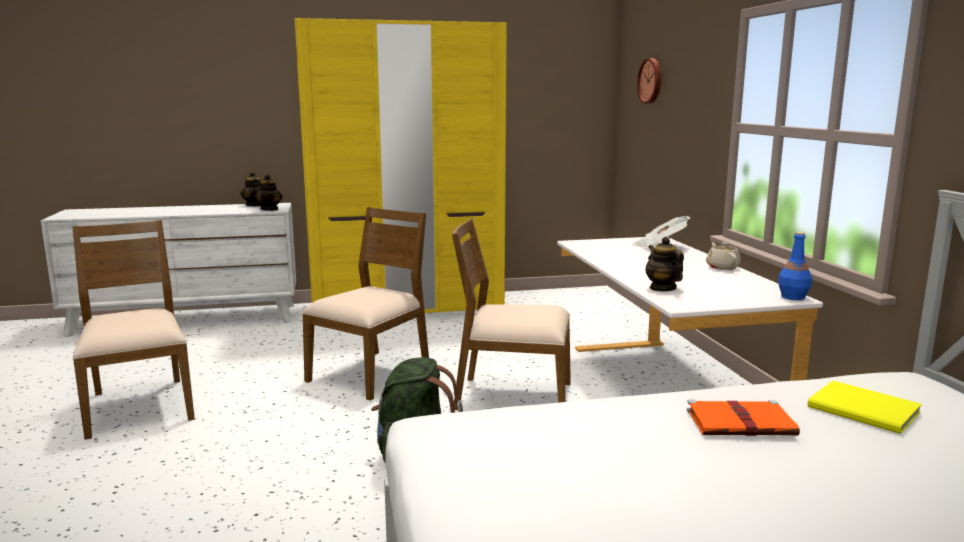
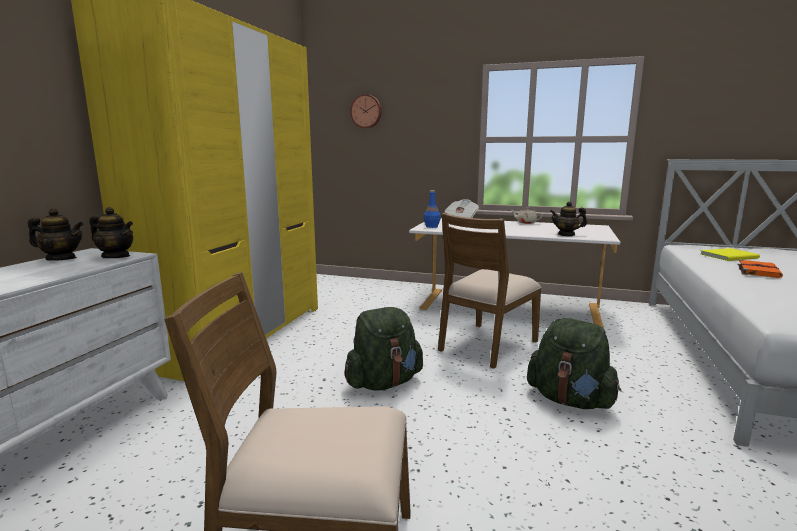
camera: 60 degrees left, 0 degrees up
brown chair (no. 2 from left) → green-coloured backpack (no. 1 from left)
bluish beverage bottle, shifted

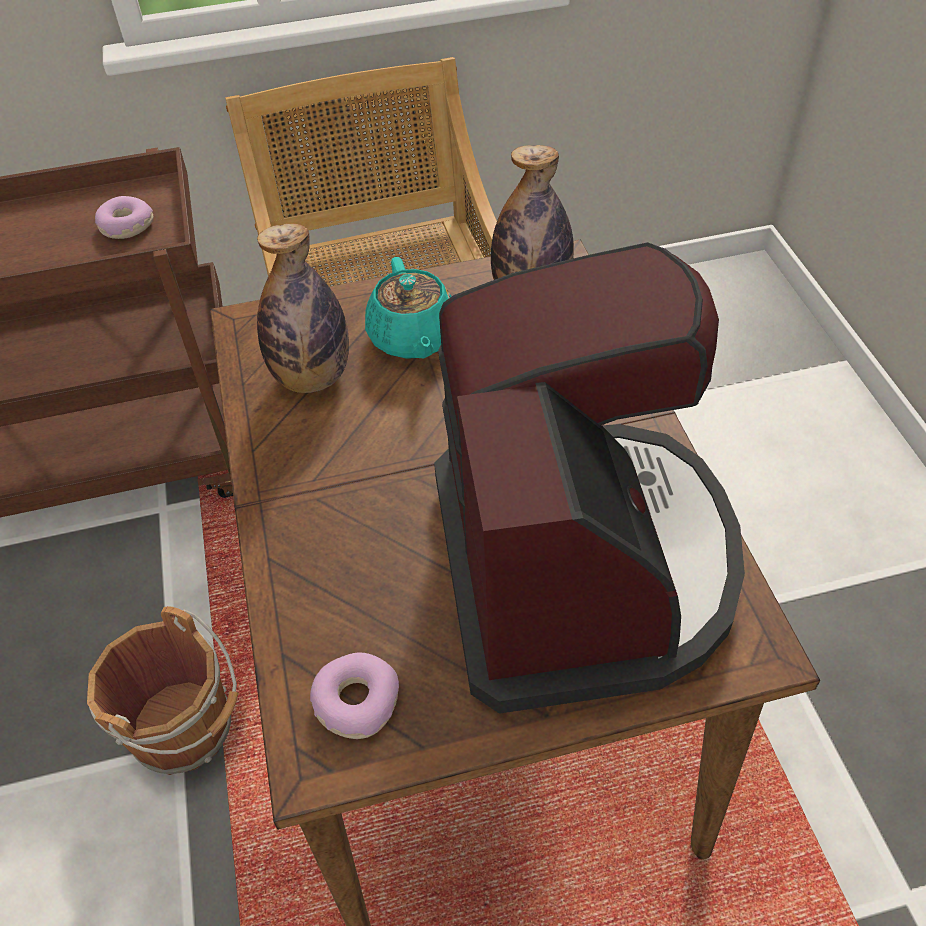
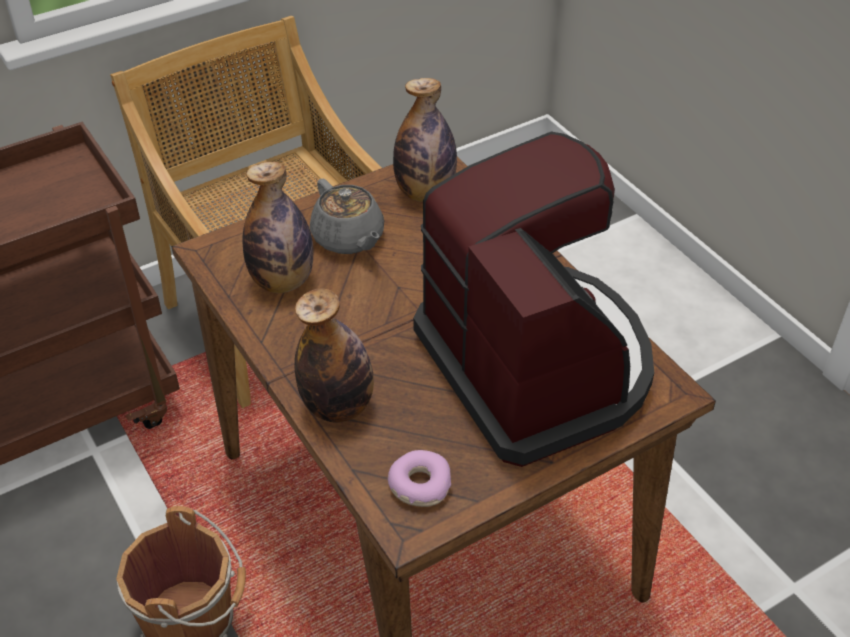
camera: 20 degrees left, 5 degrees down
- → beverage bottle (no. 2 from left)
blue-green tea pot → greyish tea pot
donut (no. 1 from left) → -

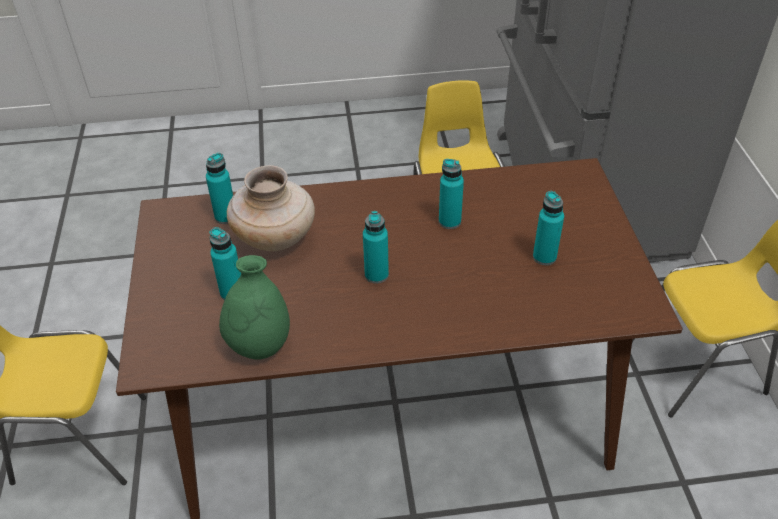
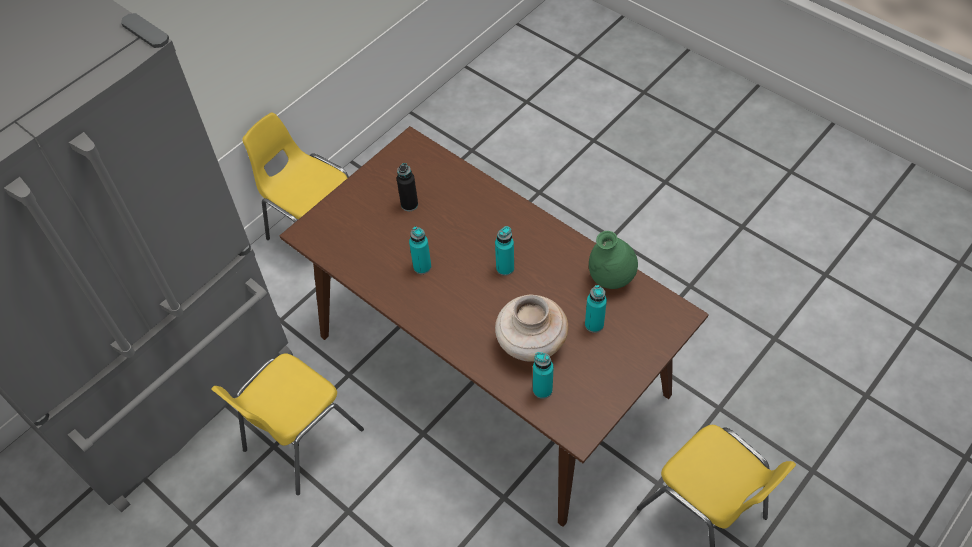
camera: 130 degrees left, 10 degrees up
blue-green beverage bottle (no. 5 from left) → black beverage bottle

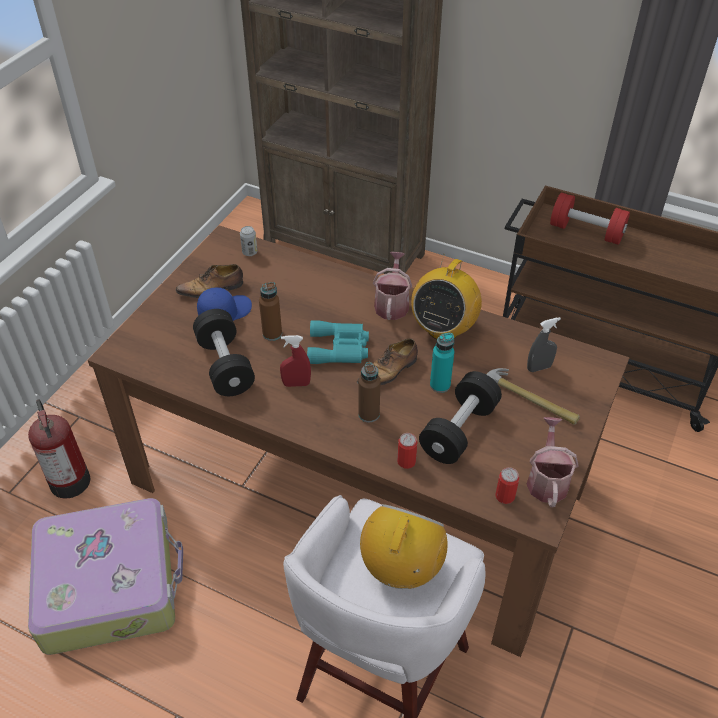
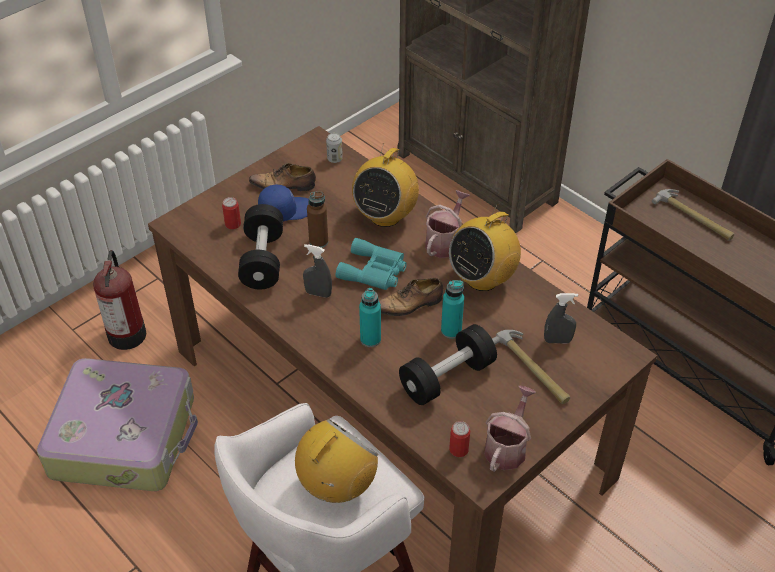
camera: 20 degrees right, 0 degrees up
metal can (no. 2 from left in the first image) → metal can (no. 1 from left), shifted
red sprayer → greyish sprayer (no. 1 from left)
- → radio set (no. 2 from left)
brown beverage bottle (no. 2 from left) → blue-green beverage bottle (no. 1 from left)
red hand weight → hand hammer (no. 2 from left)

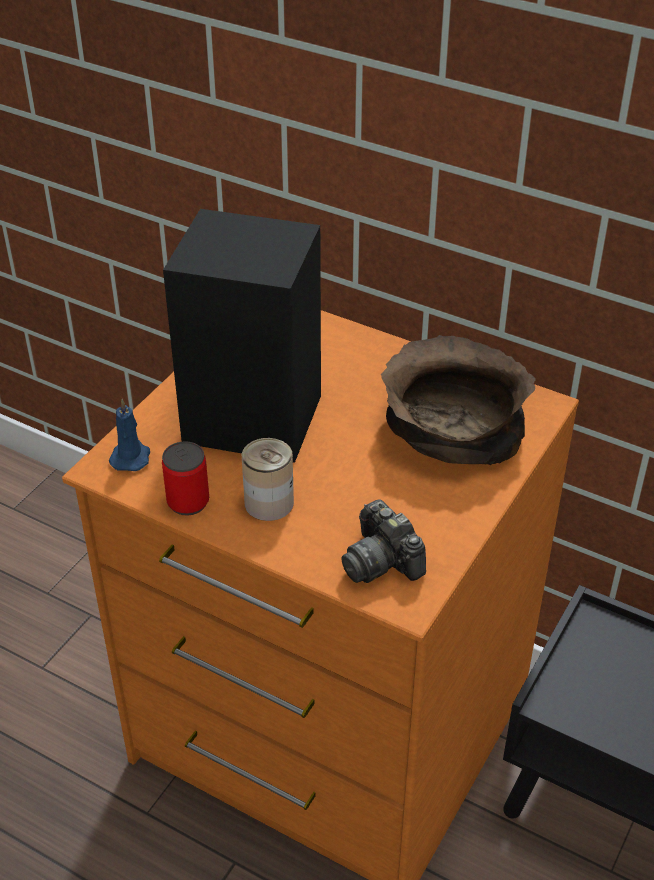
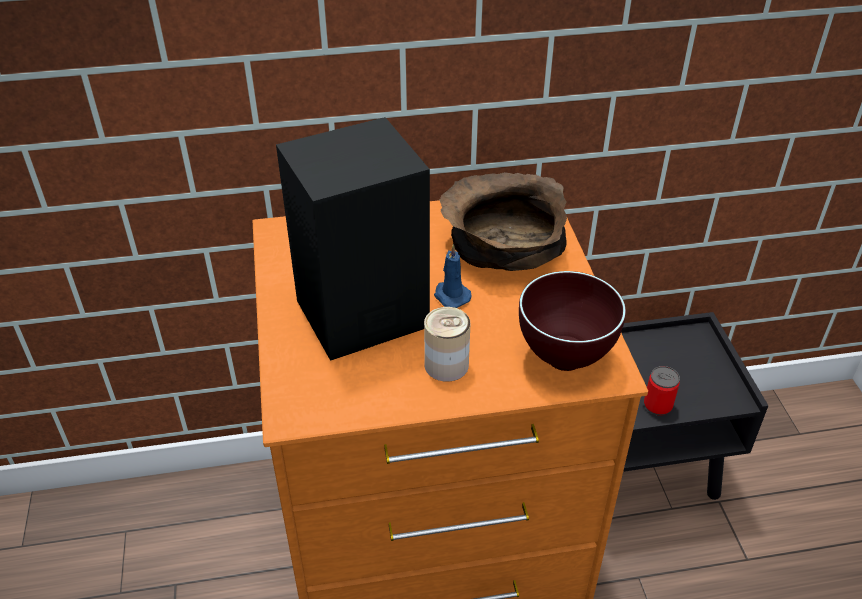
camera: 40 degrees left, 0 degrees up
bluish wax candle, shifted
photo camera → brown deep dish (no. 2 from left)
metal can (no. 1 from left in the first image) → metal can (no. 2 from left), shifted

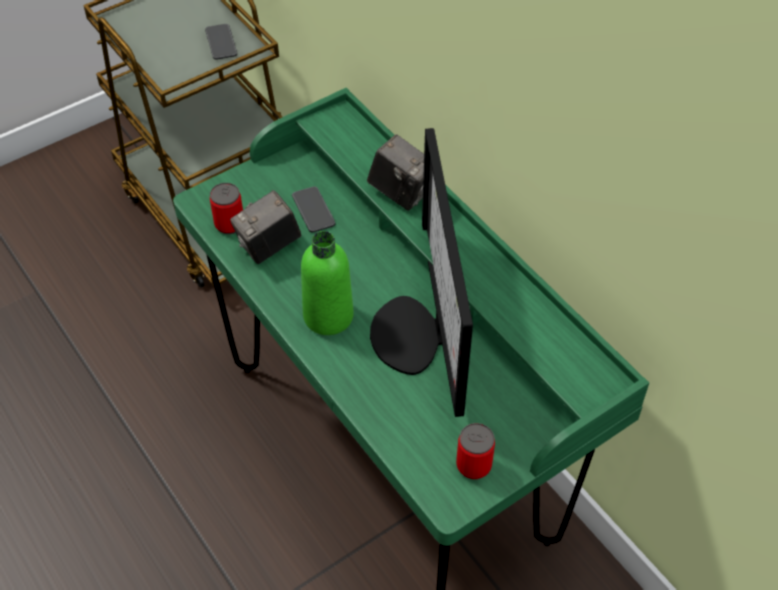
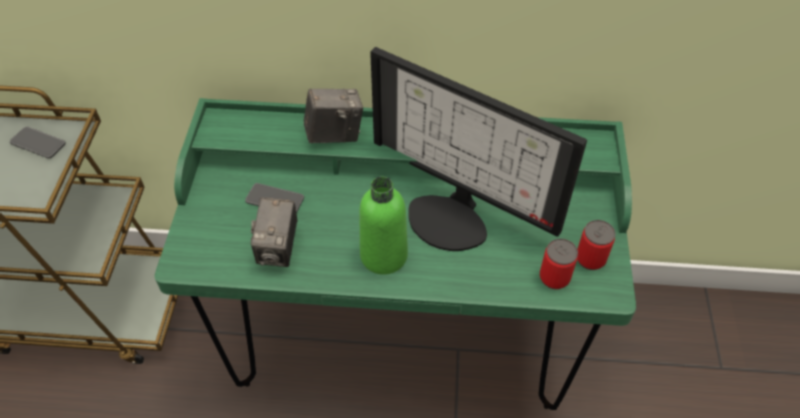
camera: 50 degrees left, 0 degrees up
metal can (no. 1 from left), shifted

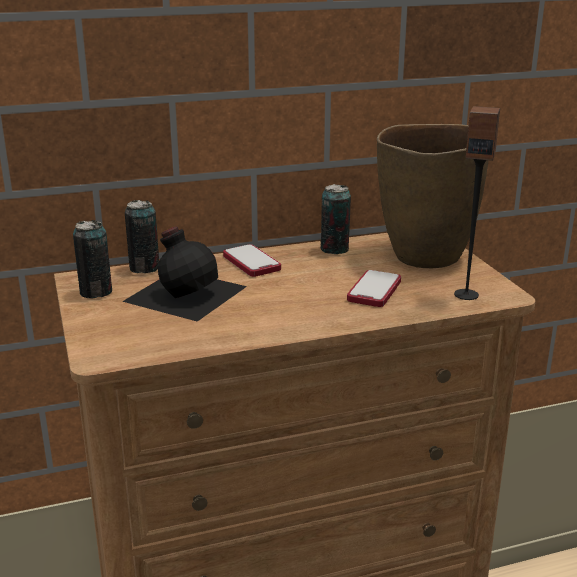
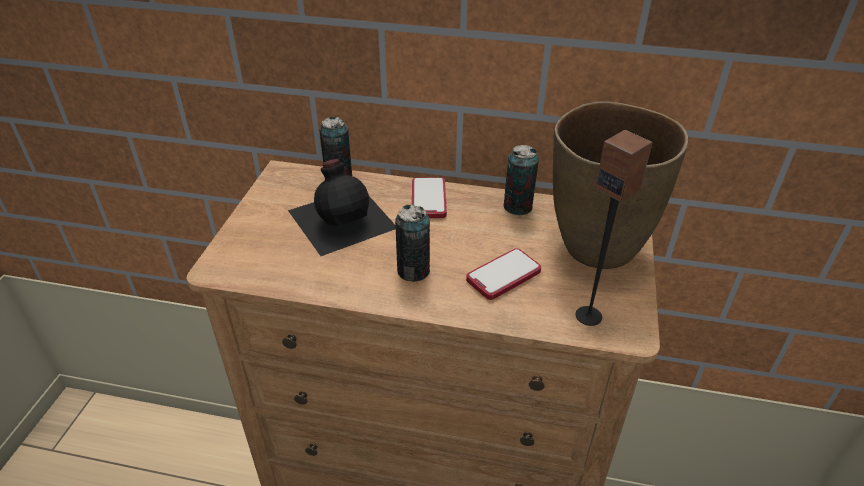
camera: 30 degrees right, 15 degrees up
metal can (no. 1 from left in the first image) → metal can (no. 2 from left), shifted

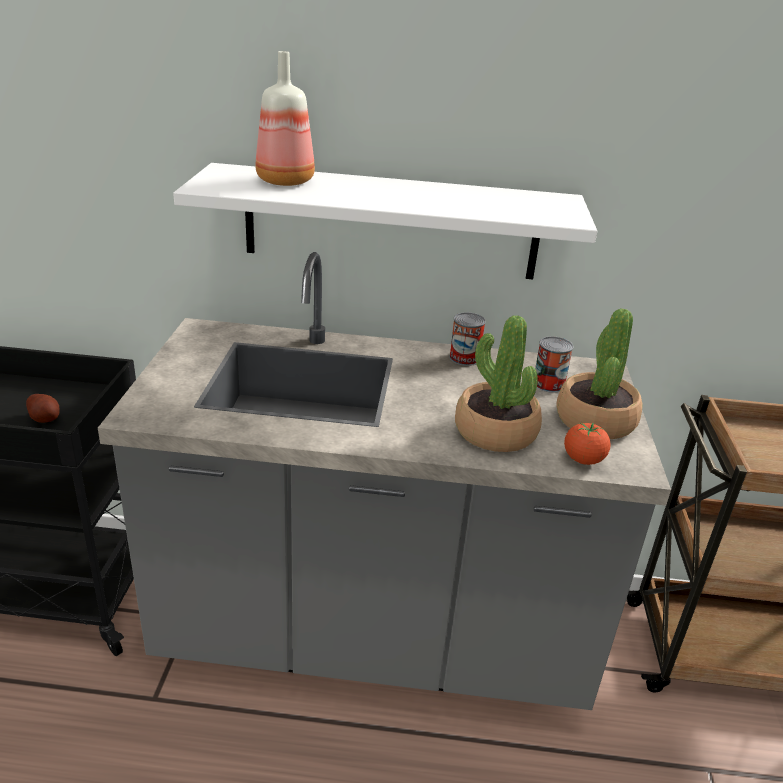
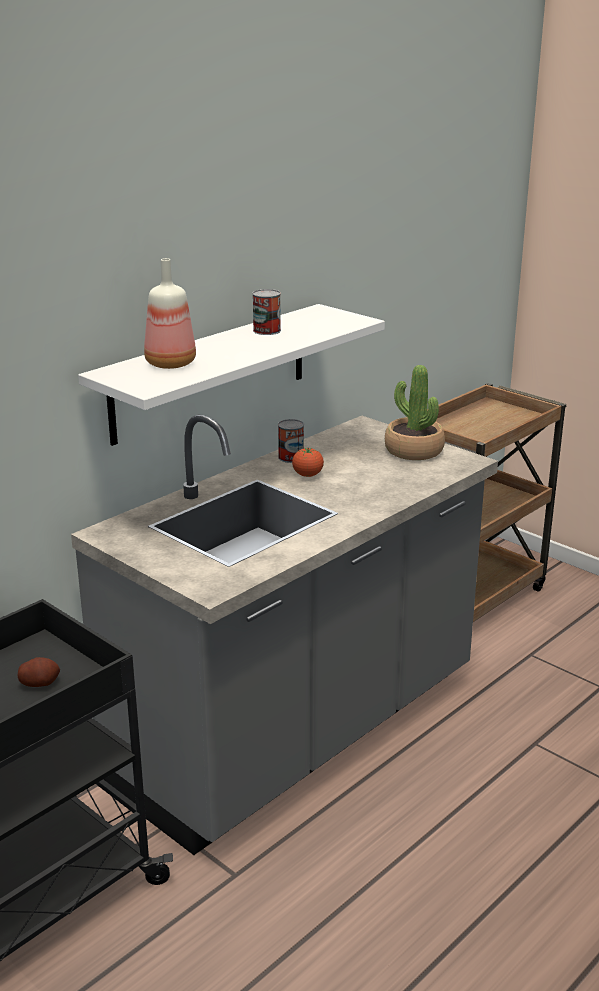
camera: 50 degrees left, 5 degrees down
metal can (no. 2 from left in the first image) → metal can (no. 1 from left), shifted
tomato, shifted
potted plant (no. 1 from left) → -

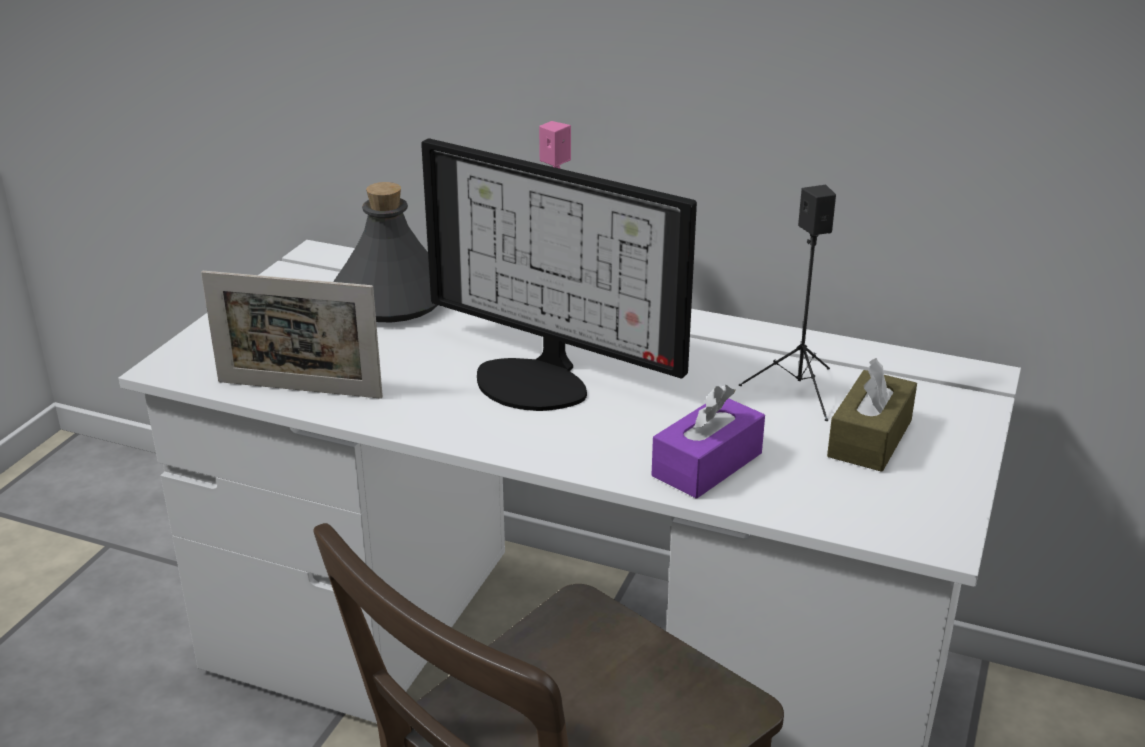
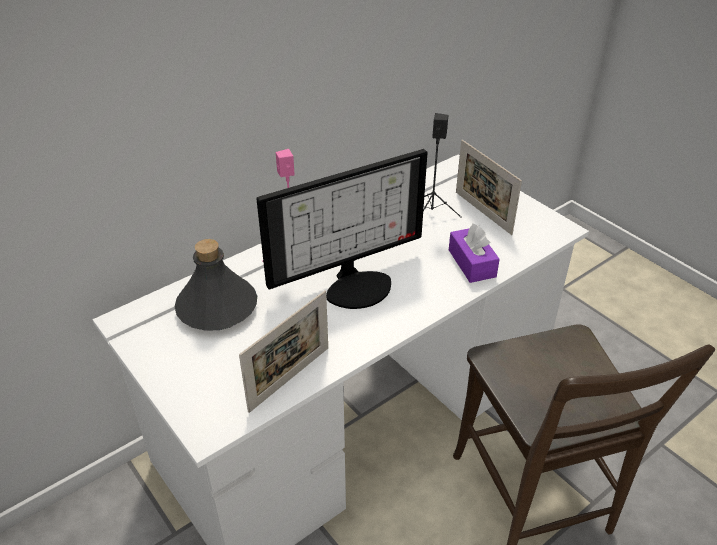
camera: 60 degrees left, 10 degrees up
brown tissue holder → photo frame (no. 2 from left)

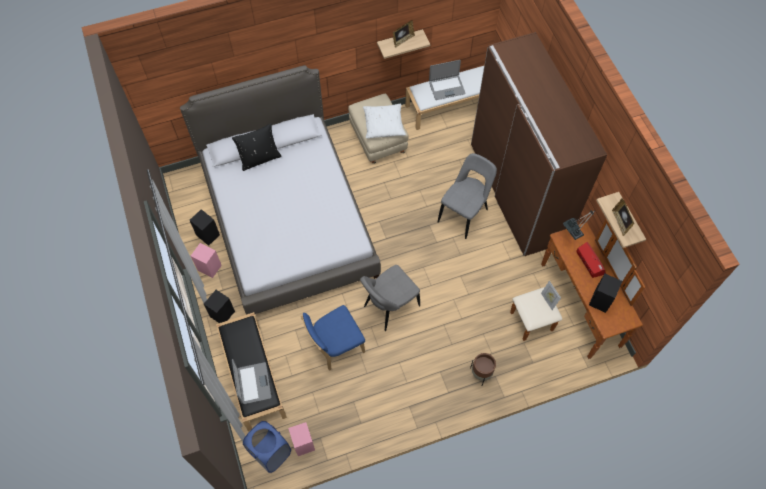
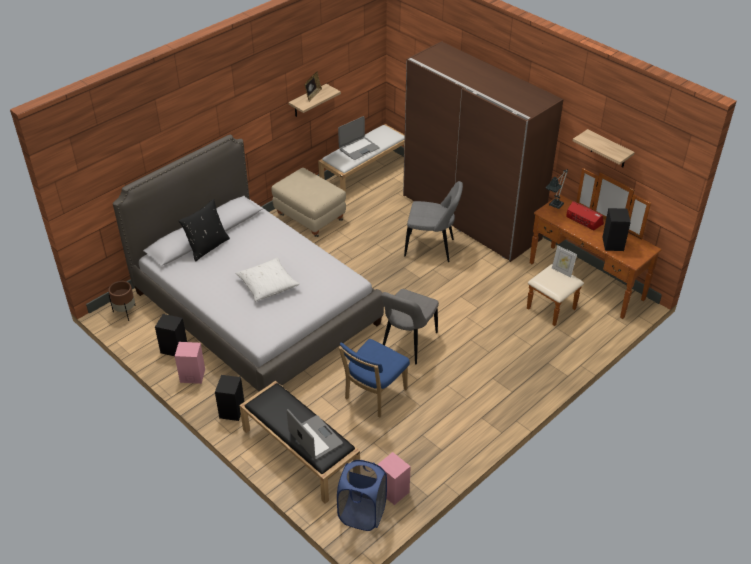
camera: 25 degrees left, 20 degrees down
brown flower pot, shifted
white-coloured cushion, shifted
greyish chair (no. 2 from left), 90 degrees clockwise
photo frame (no. 3 from left) → -

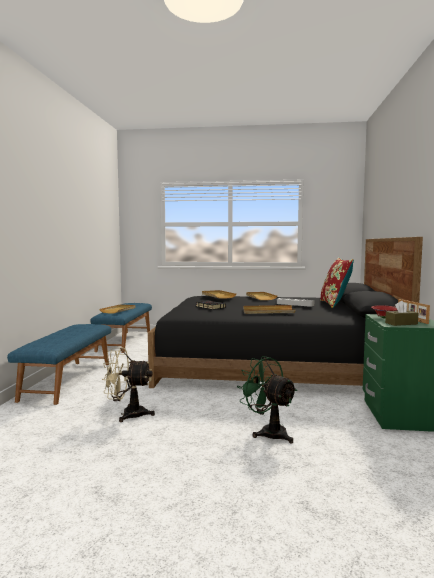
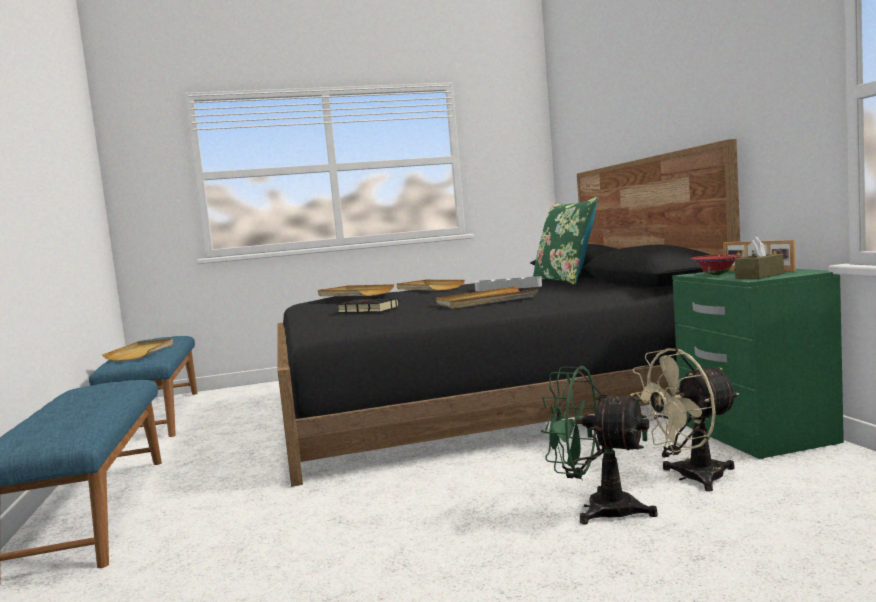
camera: 20 degrees left, 0 degrees up
red cushion → green-coloured cushion
beige cooling fan, shifted

